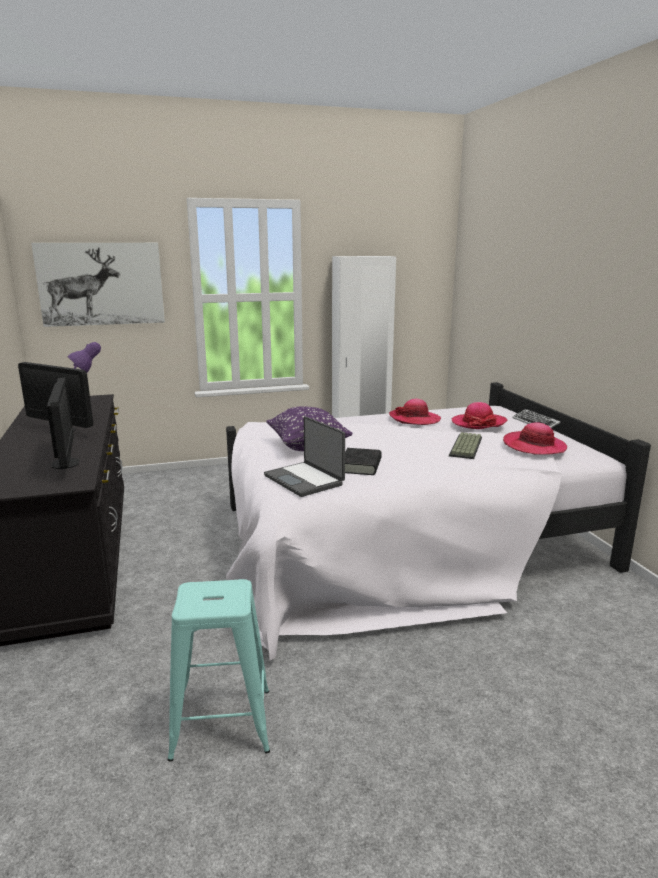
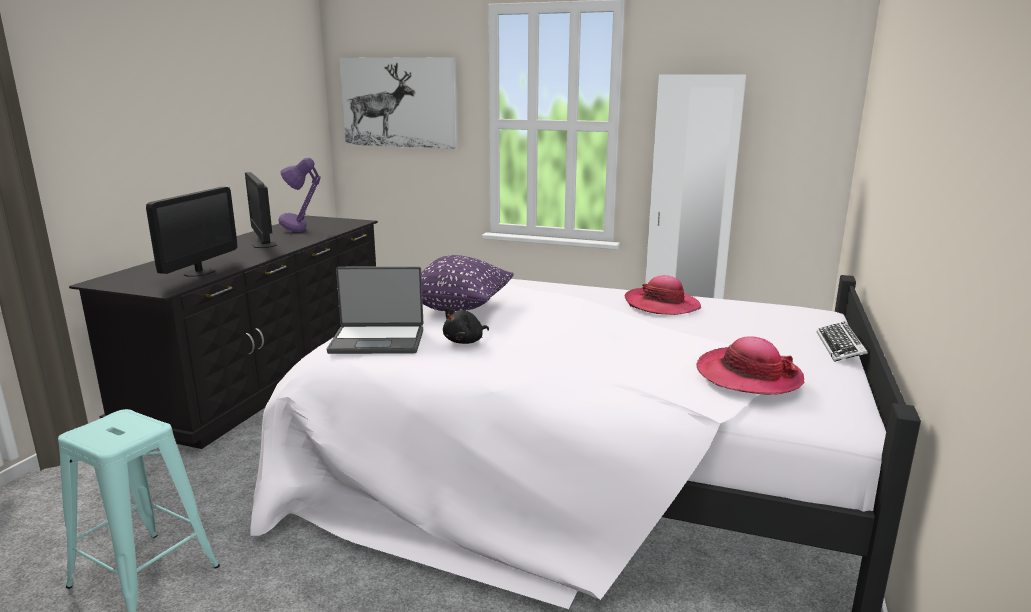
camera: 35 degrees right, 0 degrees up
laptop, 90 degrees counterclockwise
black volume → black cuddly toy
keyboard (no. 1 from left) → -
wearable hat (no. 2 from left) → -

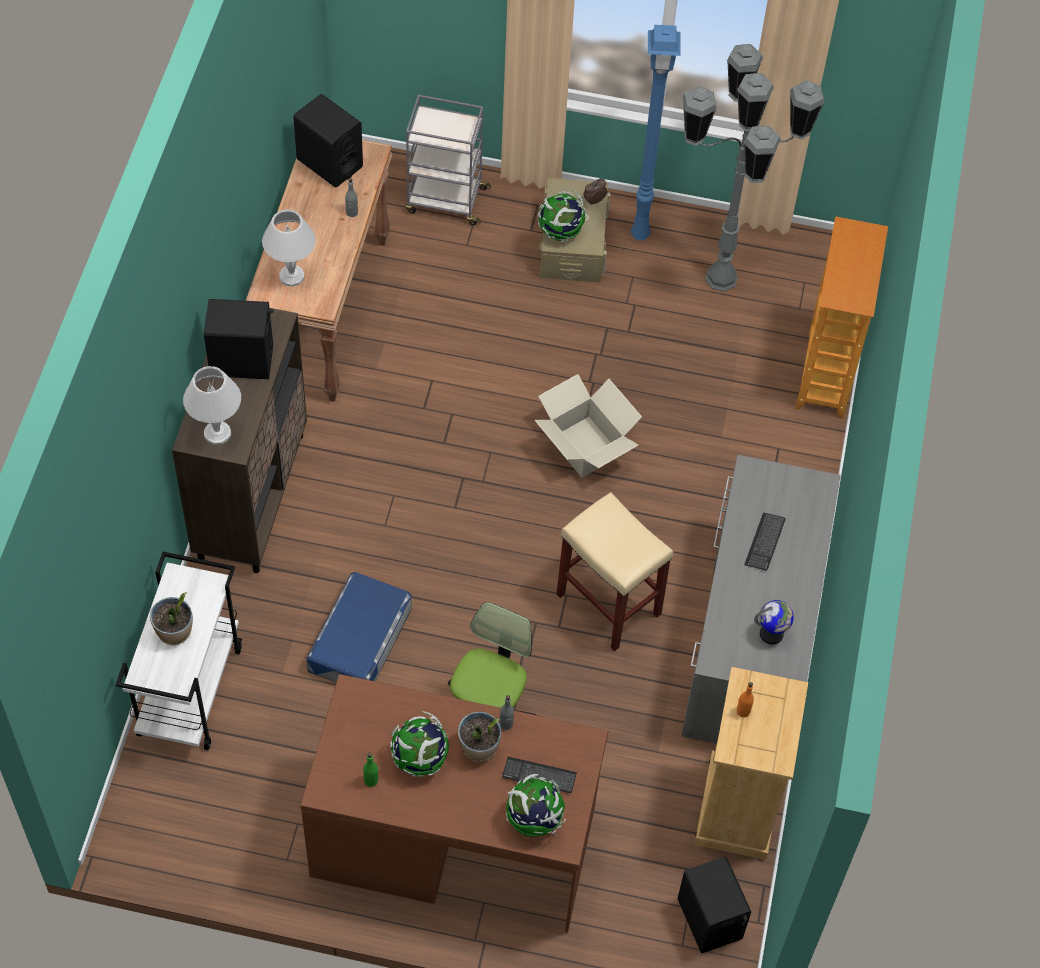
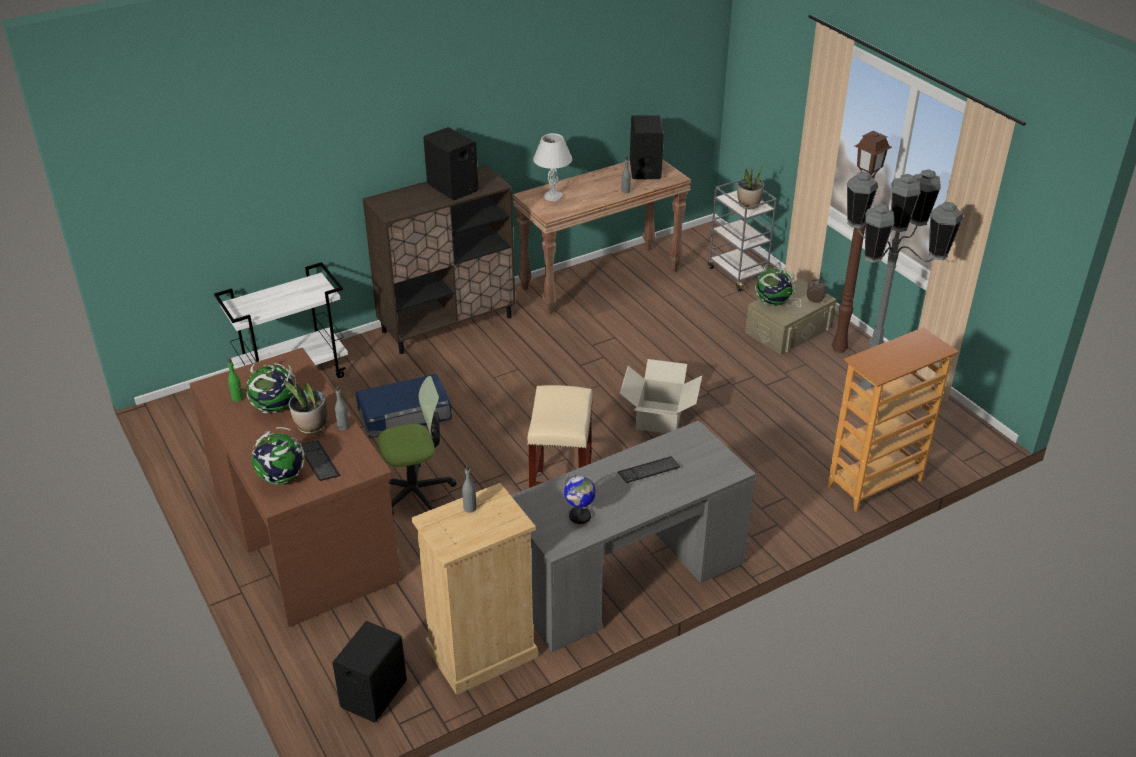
camera: 50 degrees right, 20 degrees down
orange-coloured beverage bottle → greyish beverage bottle (no. 2 from left)
potted plant (no. 1 from left in the first image) → potted plant (no. 2 from left), shifted
bluish standard lamp → brown standard lamp
white-coloured lamp for a table (no. 1 from left) → -

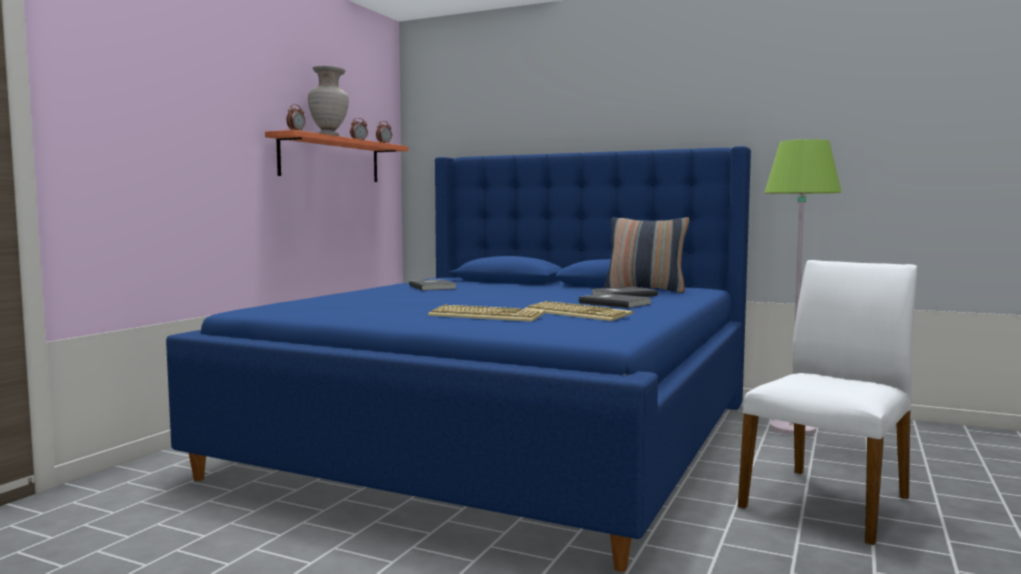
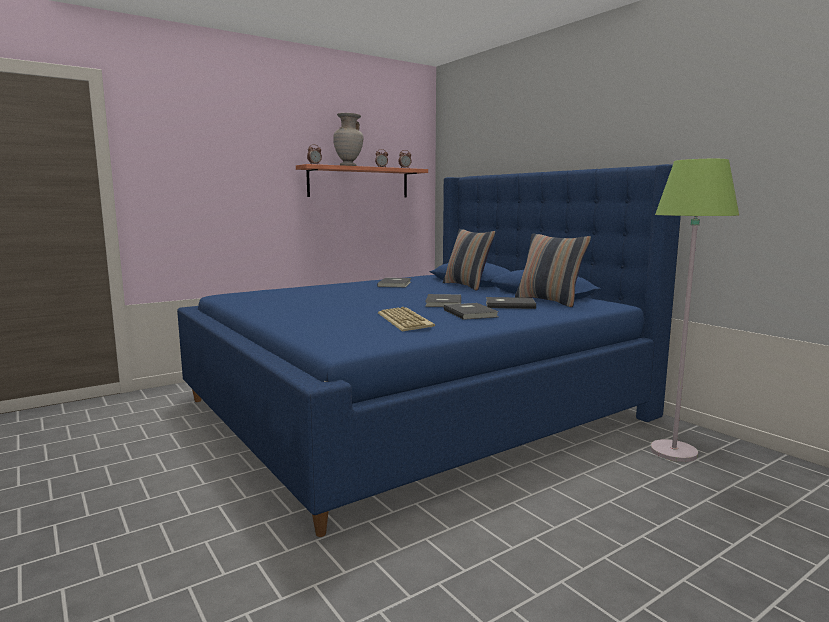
camera: 30 degrees right, 5 degrees up
- → greyish volume (no. 2 from left)
- → cushion (no. 1 from left)
keyboard (no. 1 from left) → -
white-coloured chair → -

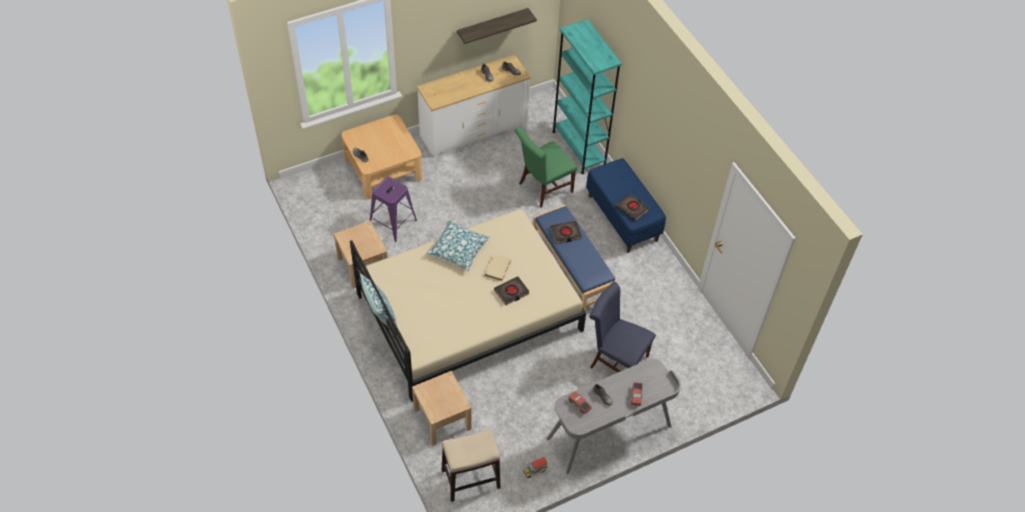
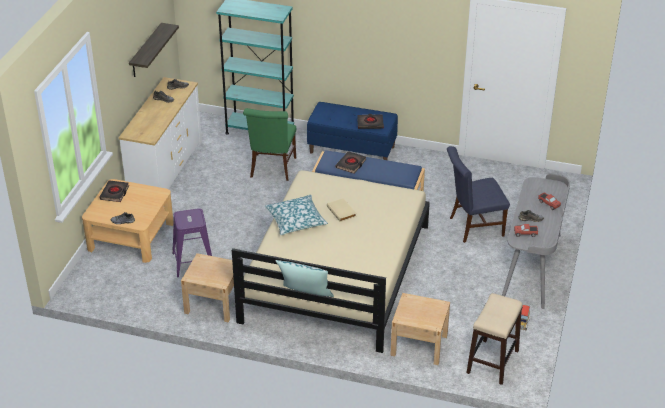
camera: 45 degrees left, 15 degrees down
black volume (no. 1 from left), shifted

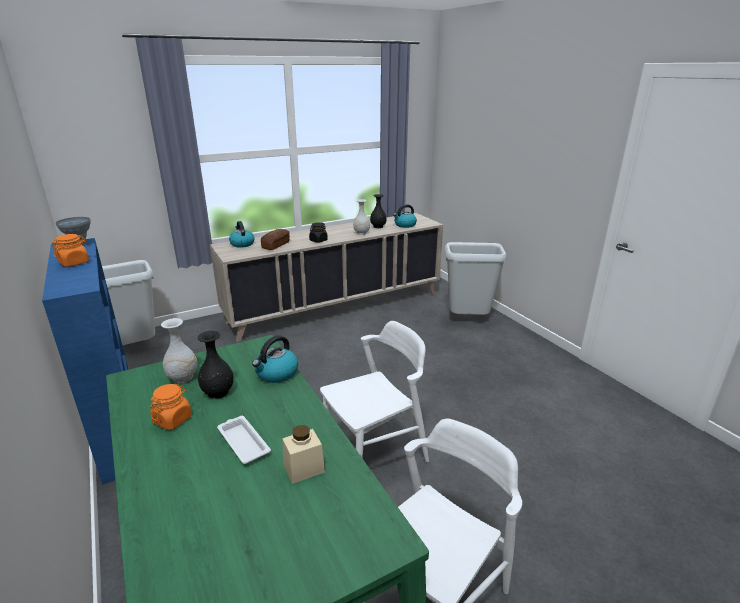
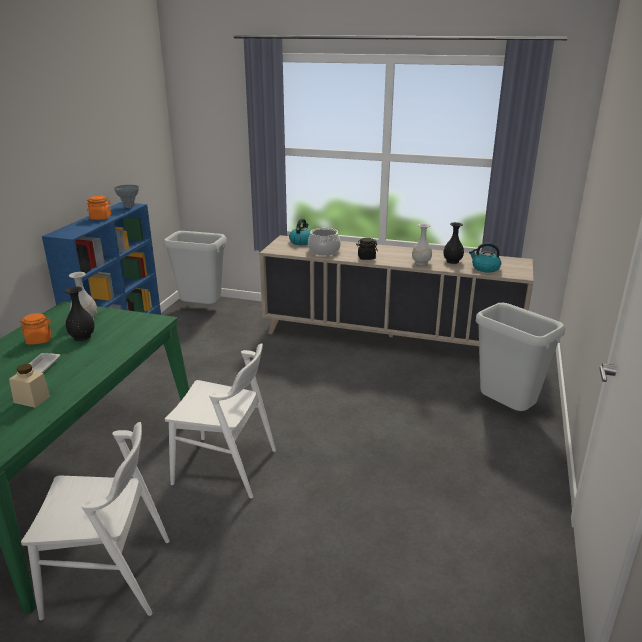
camera: 45 degrees right, 0 degrees up
bread → cooking pot
water kettle (no. 2 from left) → -

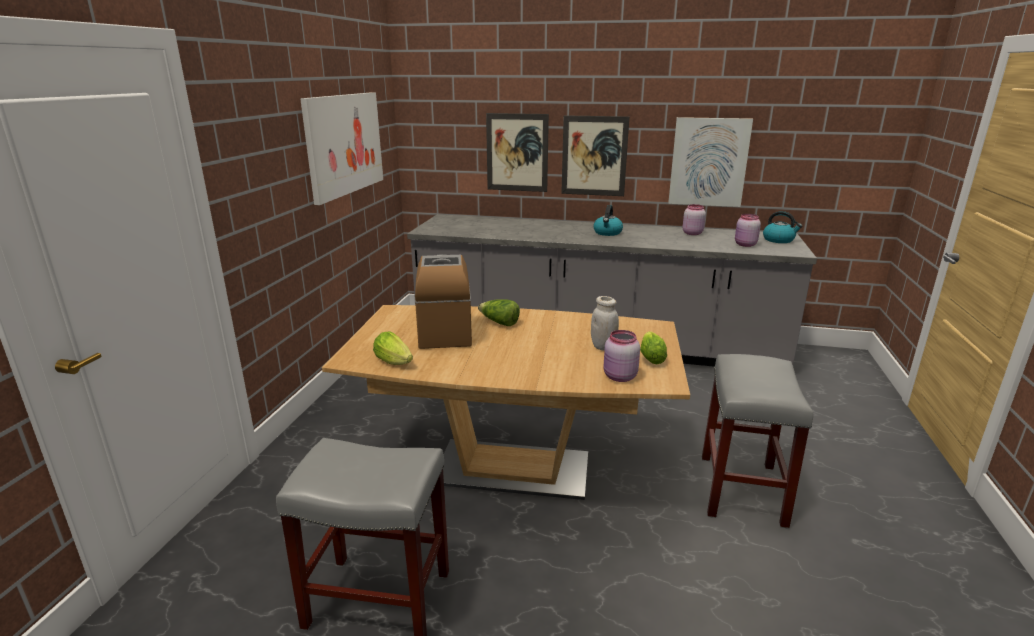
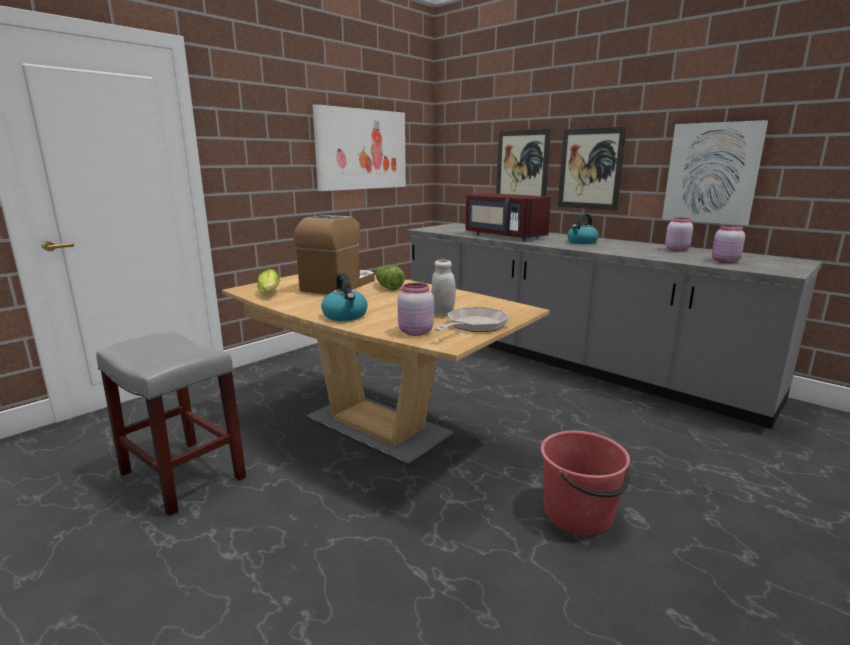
camera: 30 degrees right, 5 degrees down
water kettle (no. 2 from left in the first image) → water kettle (no. 1 from left), shifted
lettuce (no. 3 from left) → pan
- → red microwave
greyish stool seat (no. 2 from left) → red pail

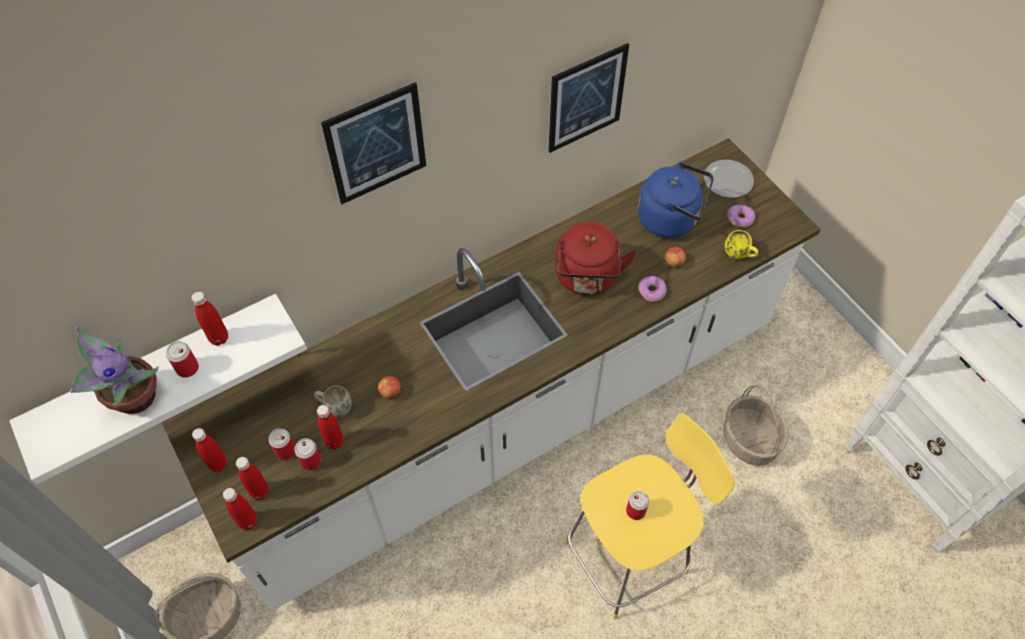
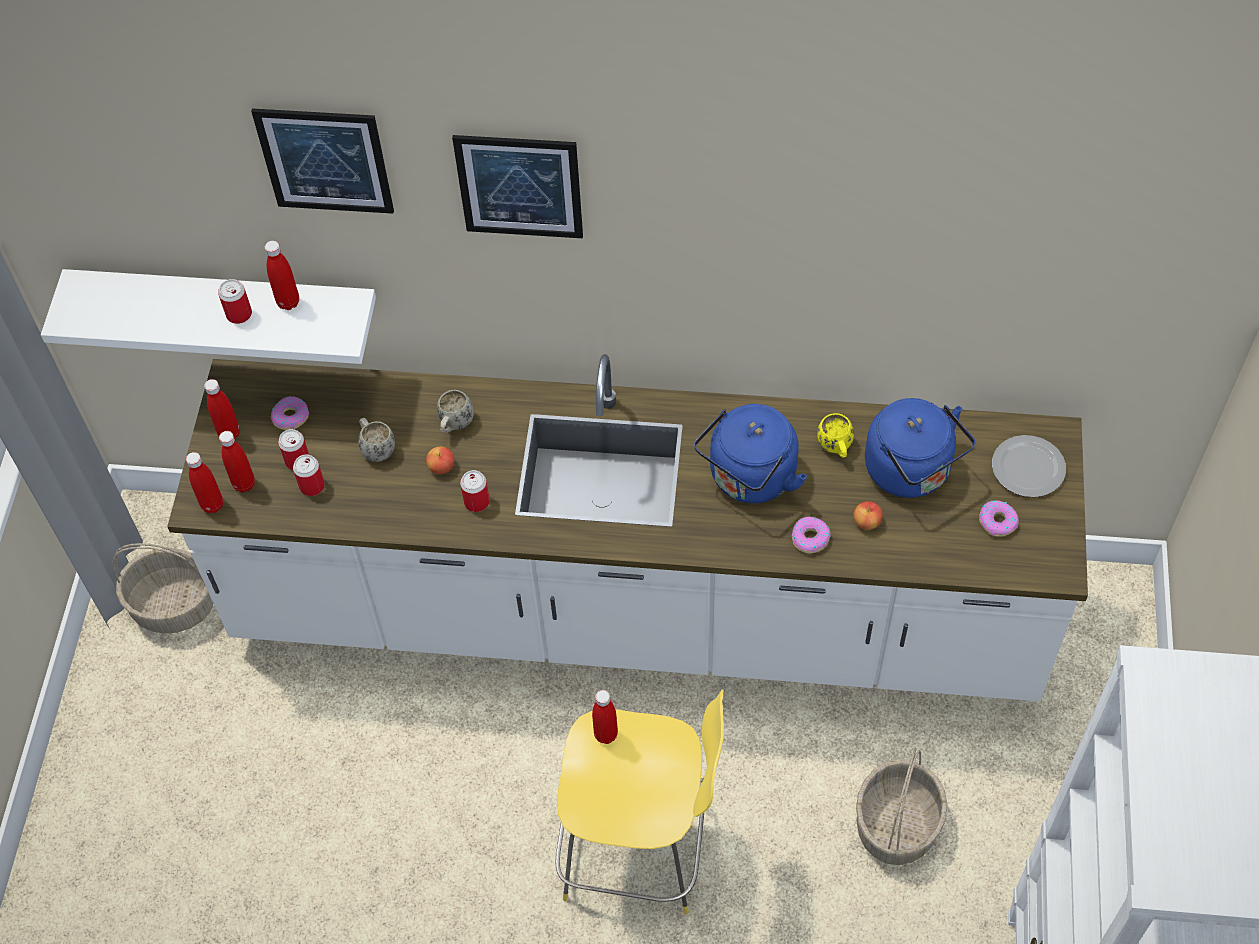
camera: 40 degrees right, 0 degrees up
picture (no. 2 from left in the first image) → picture (no. 1 from left), shifted
- → donut (no. 1 from left)
- → white-coloured coffee mug (no. 2 from left)
metal can (no. 4 from left), shifted
red beverage bottle (no. 5 from left), shifted
red water kettle → bluish water kettle (no. 1 from left)
yellowish coffee mug, shifted
potted plant → -

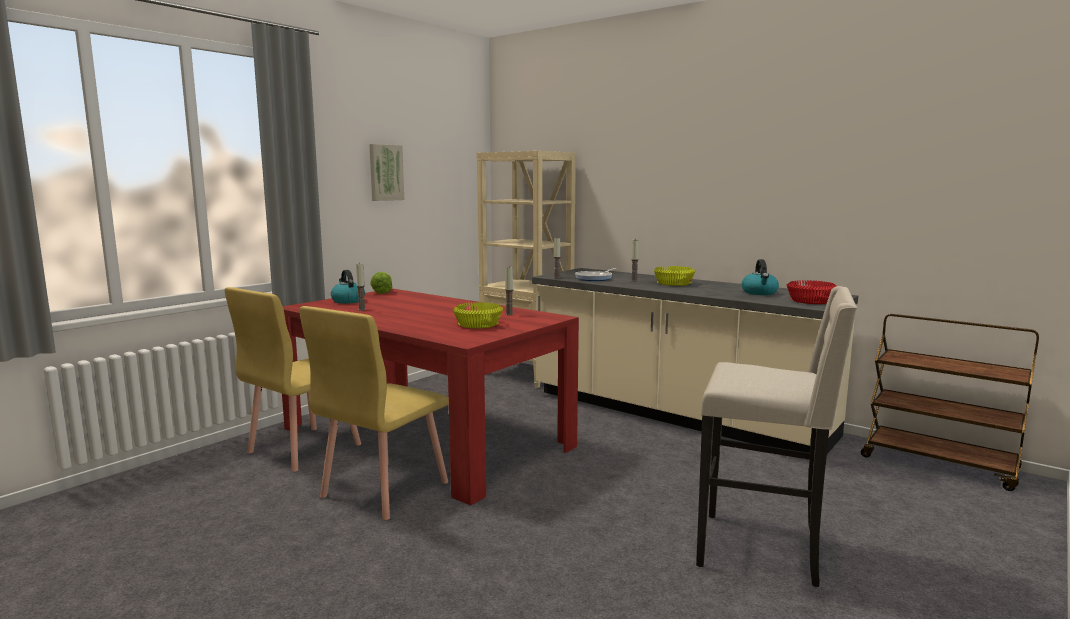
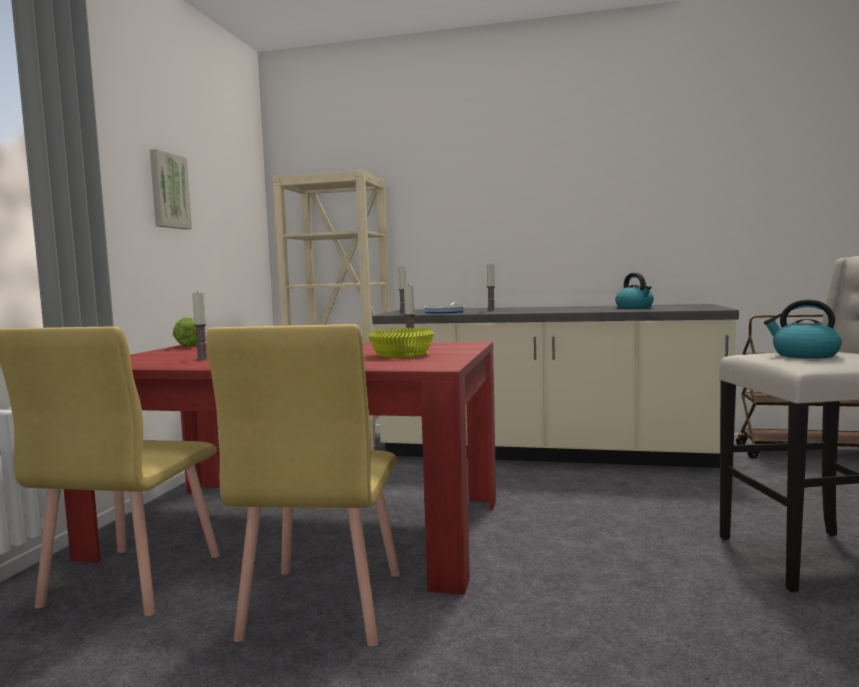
camera: 25 degrees left, 5 degrees down
water kettle (no. 1 from left in the first image) → water kettle (no. 2 from left), shifted
yellowish deep dish (no. 2 from left) → -
red deep dish → -

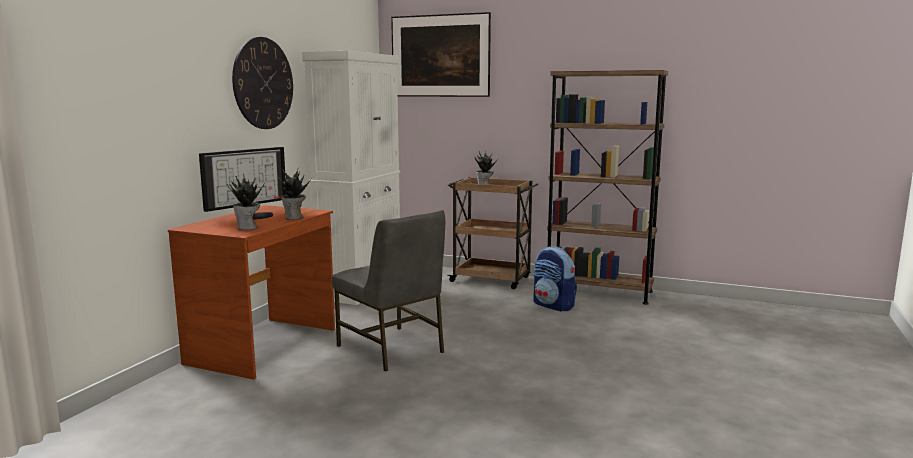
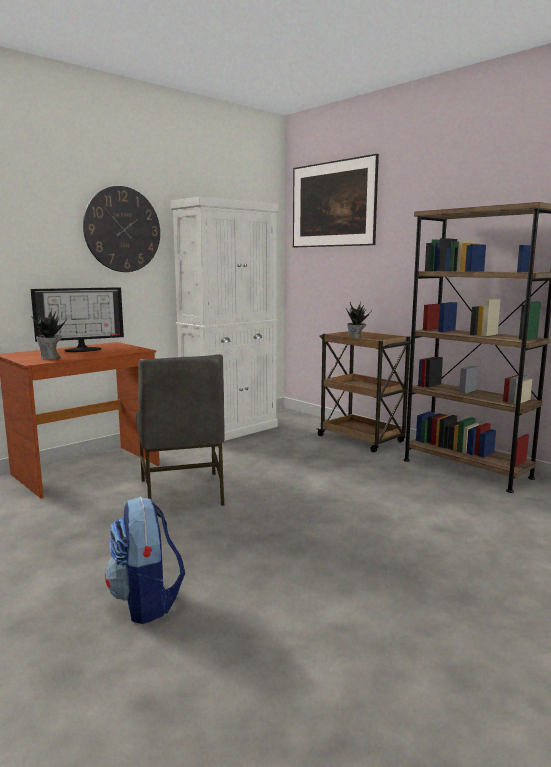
camera: 25 degrees right, 0 degrees up
backpack, shifted
potted plant (no. 2 from left) → -

